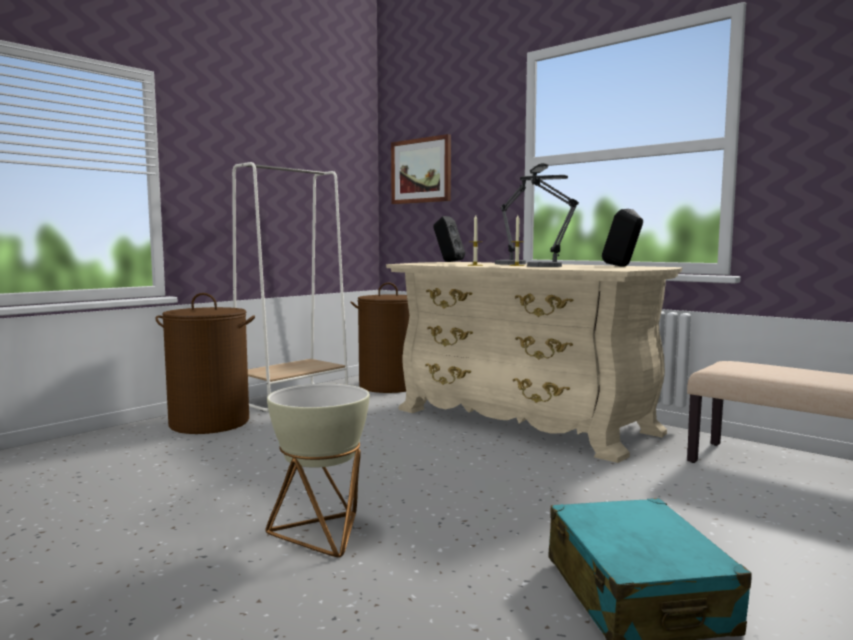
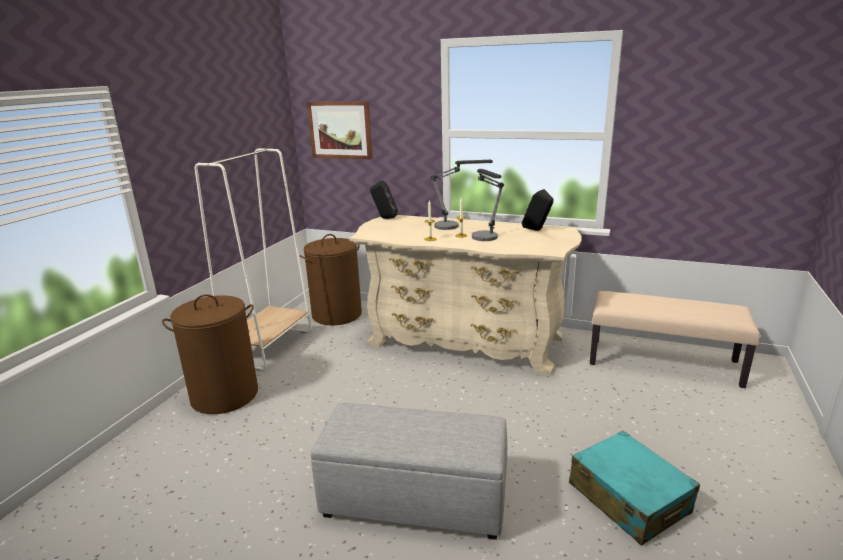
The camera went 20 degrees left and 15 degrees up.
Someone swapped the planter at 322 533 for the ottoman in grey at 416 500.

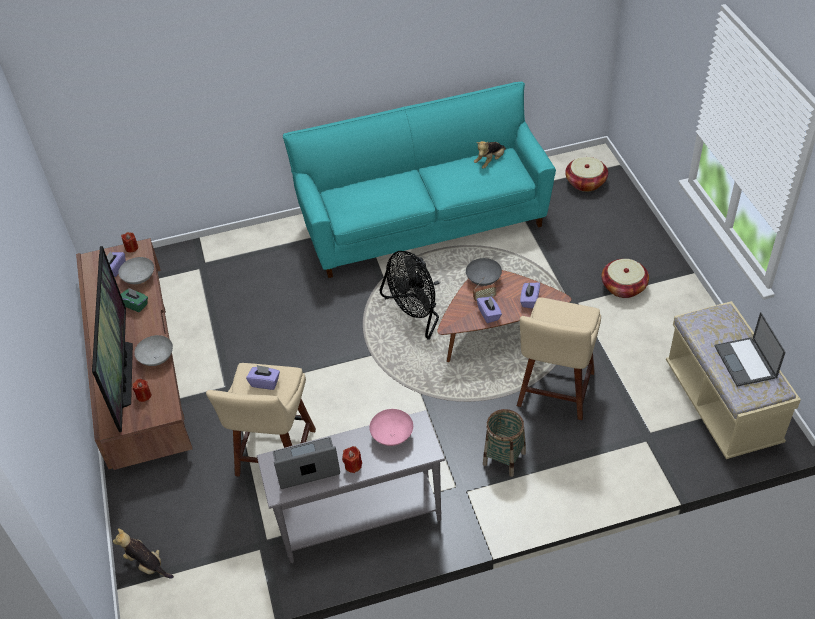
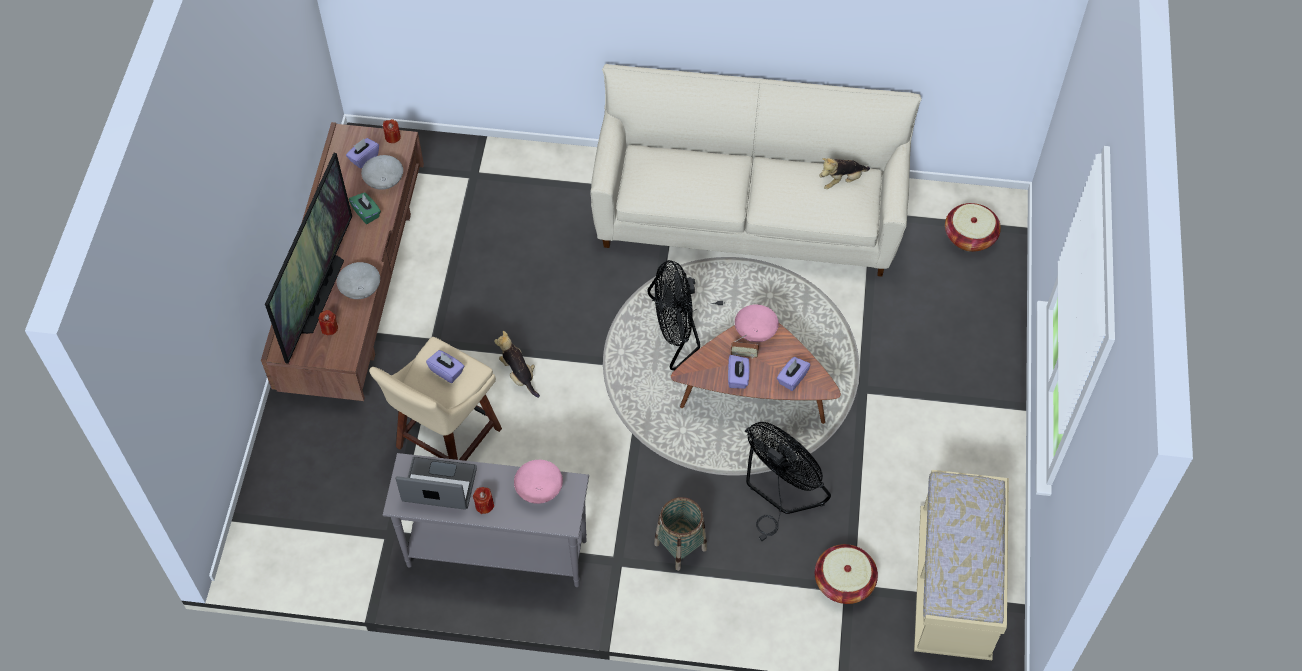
The camera went 20 degrees right and 10 degrees up.
Someone took away the laptop at 746 362.
Someone carried the plush toy from 147 564 to 518 374.
Someone carried the basket from 623 287 to 844 582.
Someone swapped the stool in beige at 554 392 for the fan in black at 777 492.
Someone repainted the sofa in turquoise at 424 223, which became the sofa in beige at 748 217.
Someone repainted the bowl in grey at 484 280, which became the bowl in pink at 755 332.

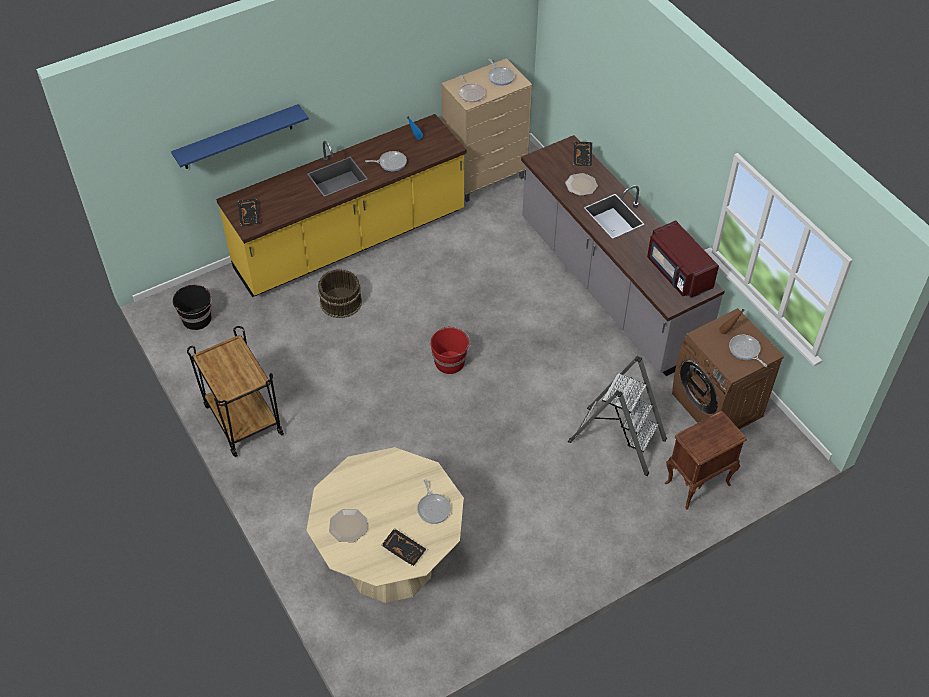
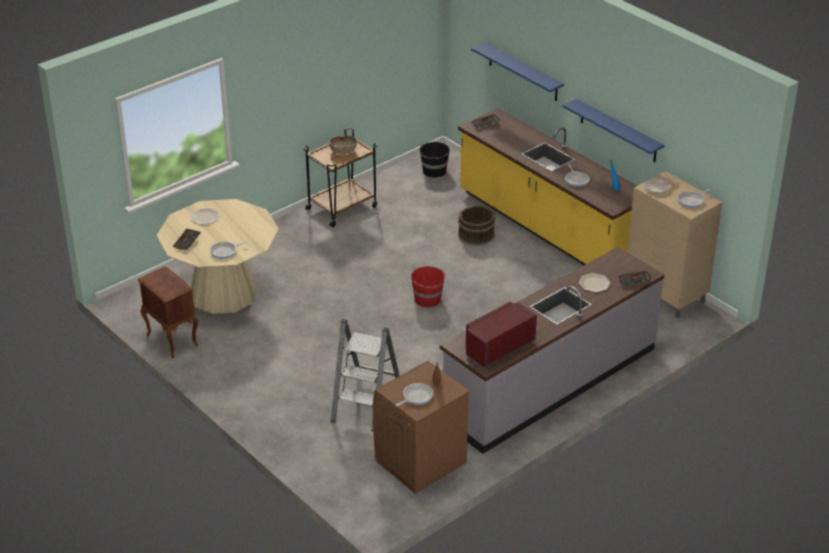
The camera went 80 degrees right and 15 degrees down.
Someone put down the bowl in brown at 343 152.
Someone put up the shelf in blue at 618 131.
Someone carried the nightstand in brown from 697 484 to 172 340.

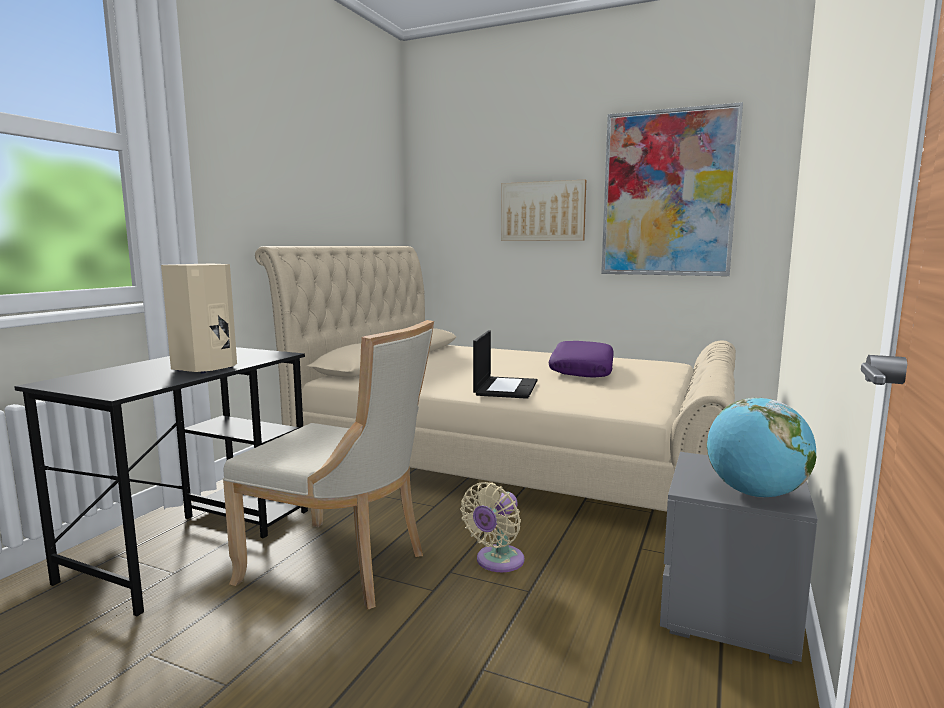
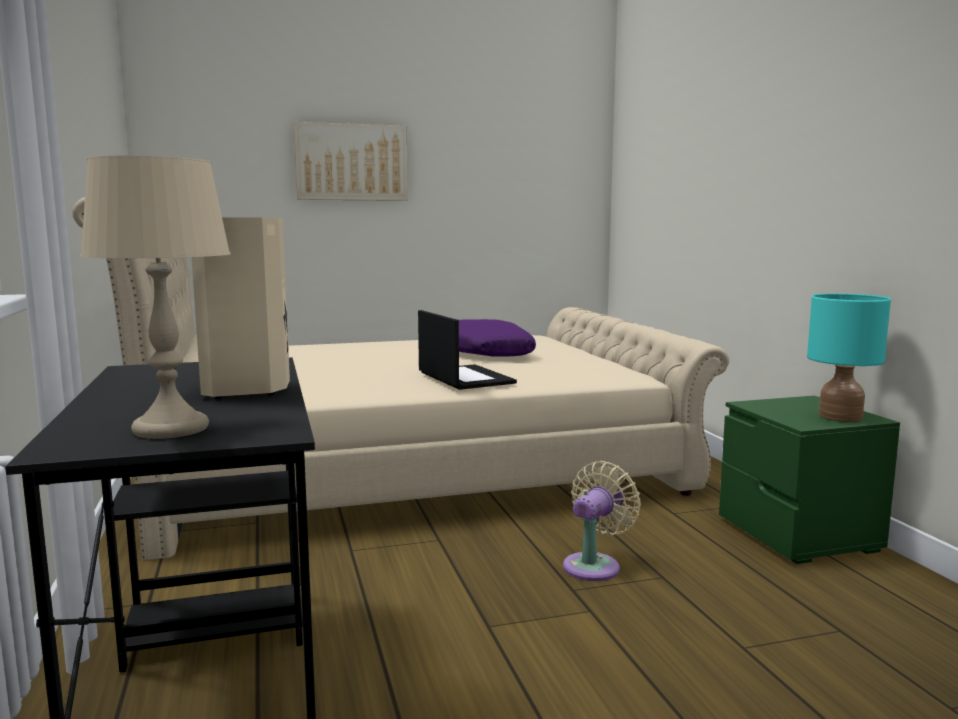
The camera went 40 degrees left and 0 degrees up.
Someone took away the chair in beige at 342 566.
Someone took away the picture at 667 194.
Someone put down the table lamp in beige at 169 429.
Someone swapped the globe at 755 494 for the table lamp in turquoise at 840 417.
Someone repainted the nightstand in grey at 731 611, which became the nightstand in green at 800 534.
Someone rotated the fan in beige at 497 562 by 135 degrees counterclockwise.

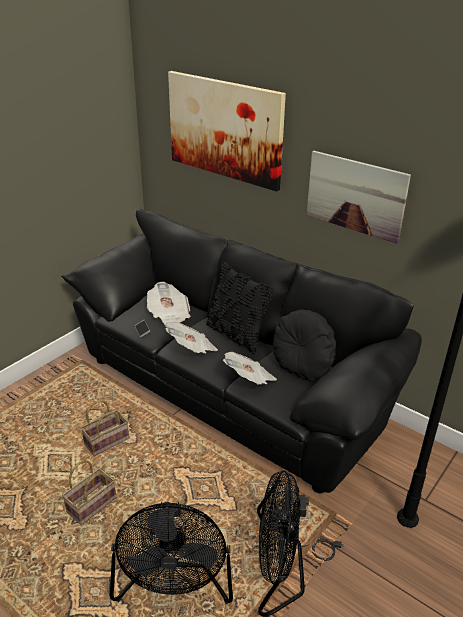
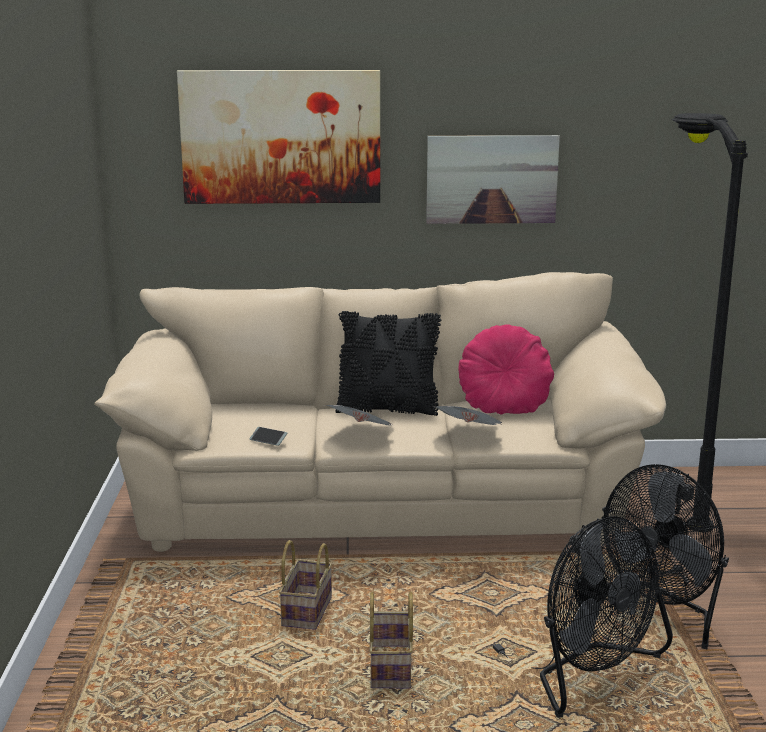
The camera went 40 degrees left and 15 degrees down.
Someone took away the newspaper at 169 315.
Someone repainted the sofa in black at 229 394, which became the sofa in beige at 383 513.
Someone repainted the pillow in black at 301 369, which became the pillow in pink at 504 410.

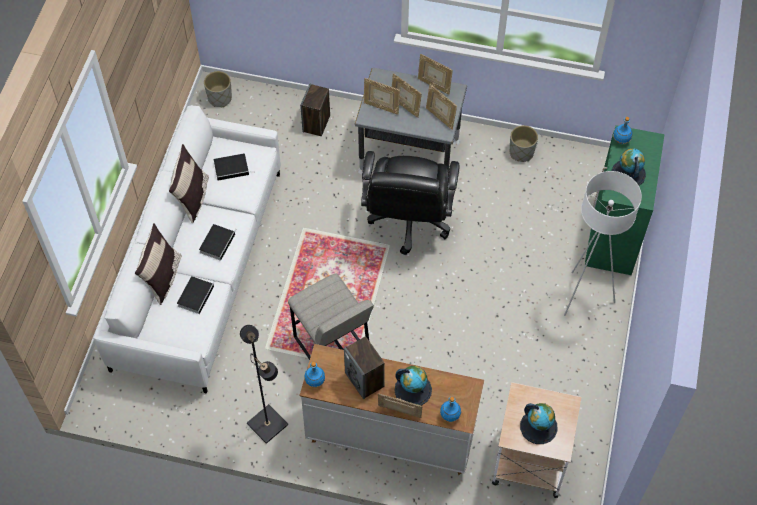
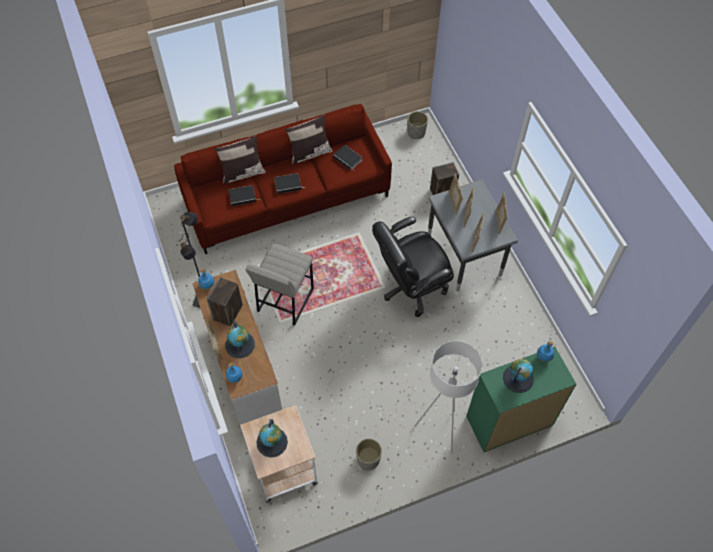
The camera went 55 degrees right and 0 degrees up.
Someone carried the planter in grey from 521 152 to 368 459.
Someone repainted the sofa in white at 199 268, which became the sofa in red at 287 198.

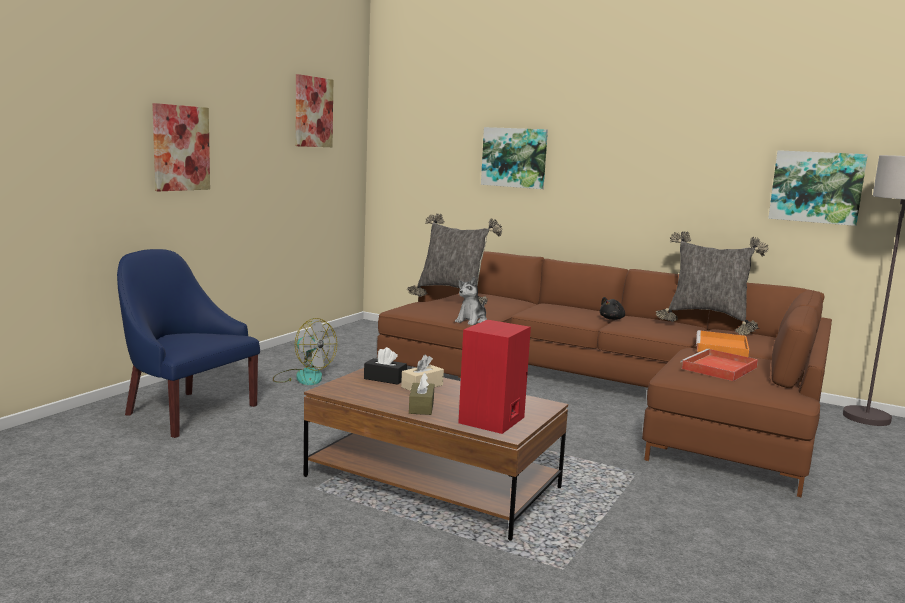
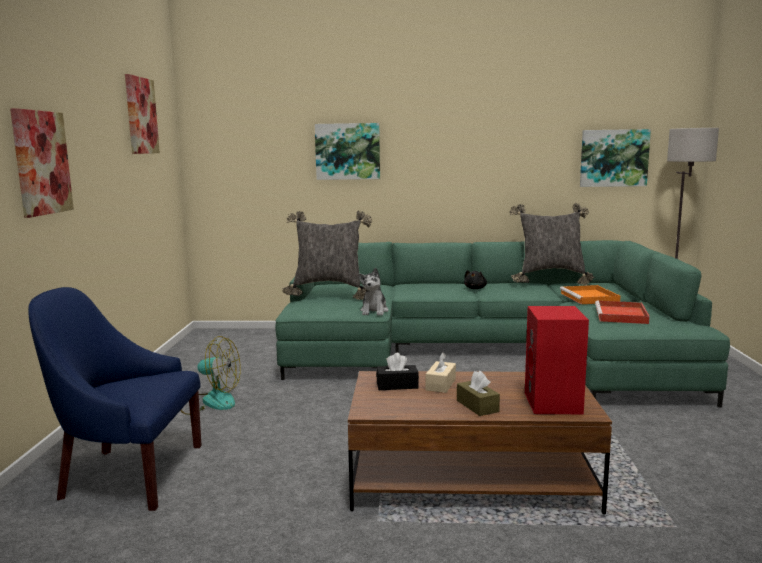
The camera went 25 degrees left and 0 degrees up.
Someone repainted the sofa in brown at 607 392, which became the sofa in green at 487 353.

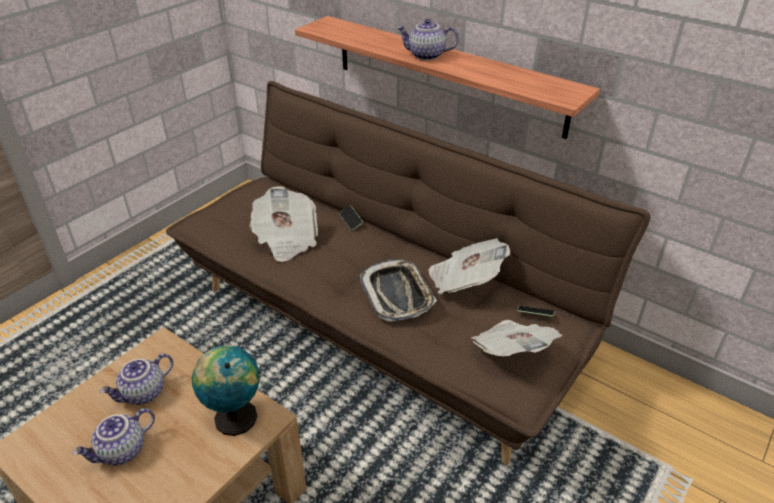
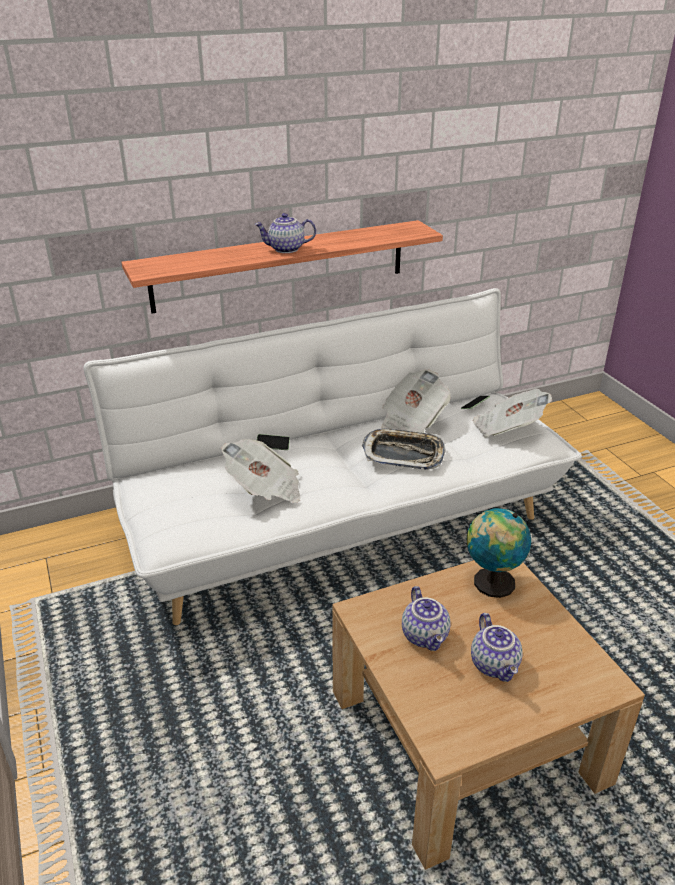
The camera went 60 degrees left and 5 degrees down.
Someone repainted the sofa in brown at 387 322, which became the sofa in white at 337 520.
Someone rotated the teapot at 426 56 by 45 degrees clockwise.

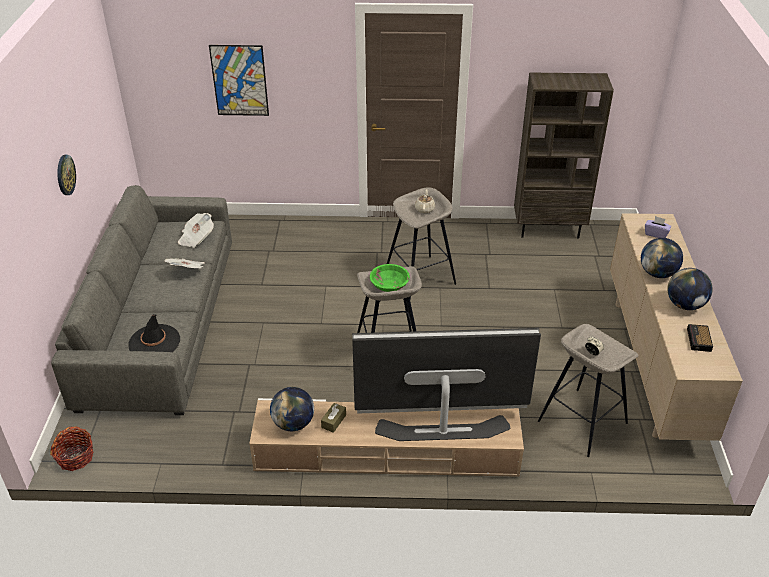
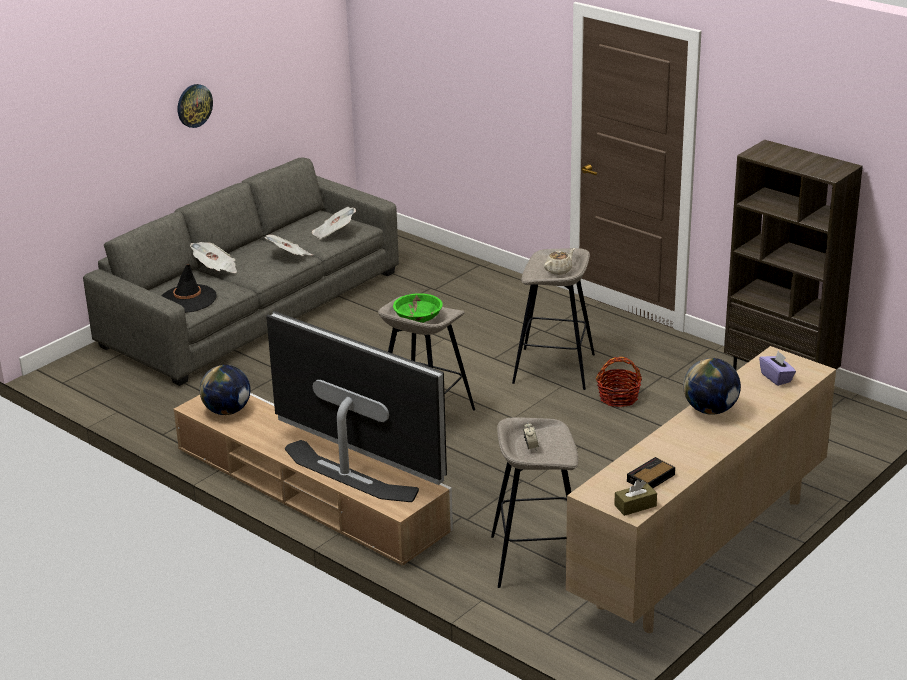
The camera went 40 degrees right and 10 degrees down.
Someone took away the picture at 239 80.
Someone took away the globe at 685 305.
Someone put down the newspaper at 216 269.
Someone carried the basket from 75 457 to 618 398.
Someone carried the tissue box in brown from 333 421 to 635 506.

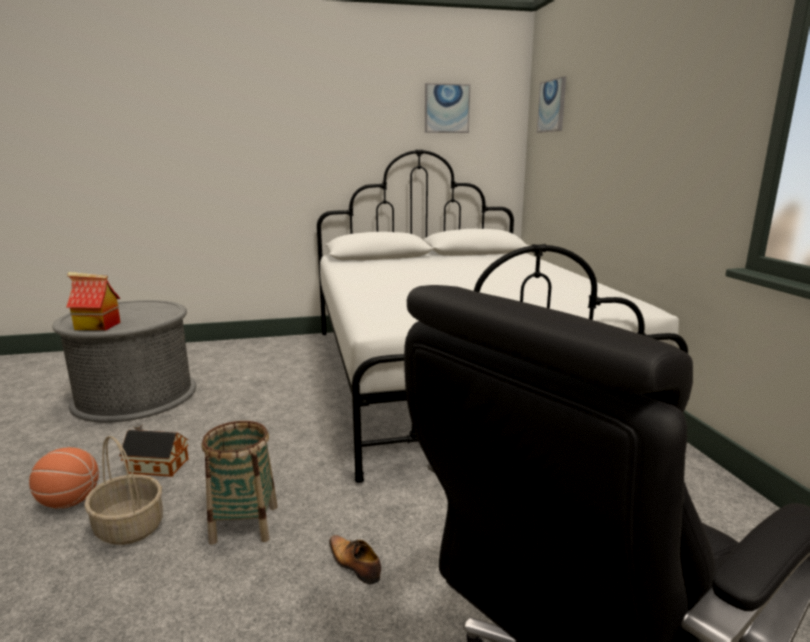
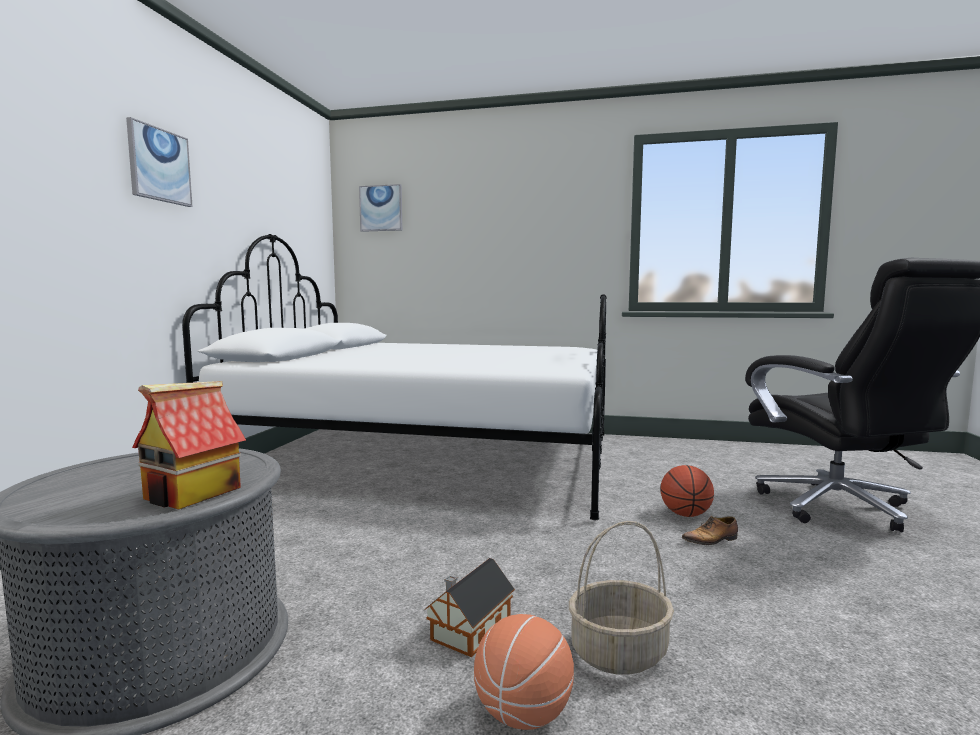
The camera went 65 degrees left and 10 degrees down.
Someone took away the basket at 244 524.
Someone put down the basketball at 685 514.
Someone carried the picture from 446 108 to 159 165.

